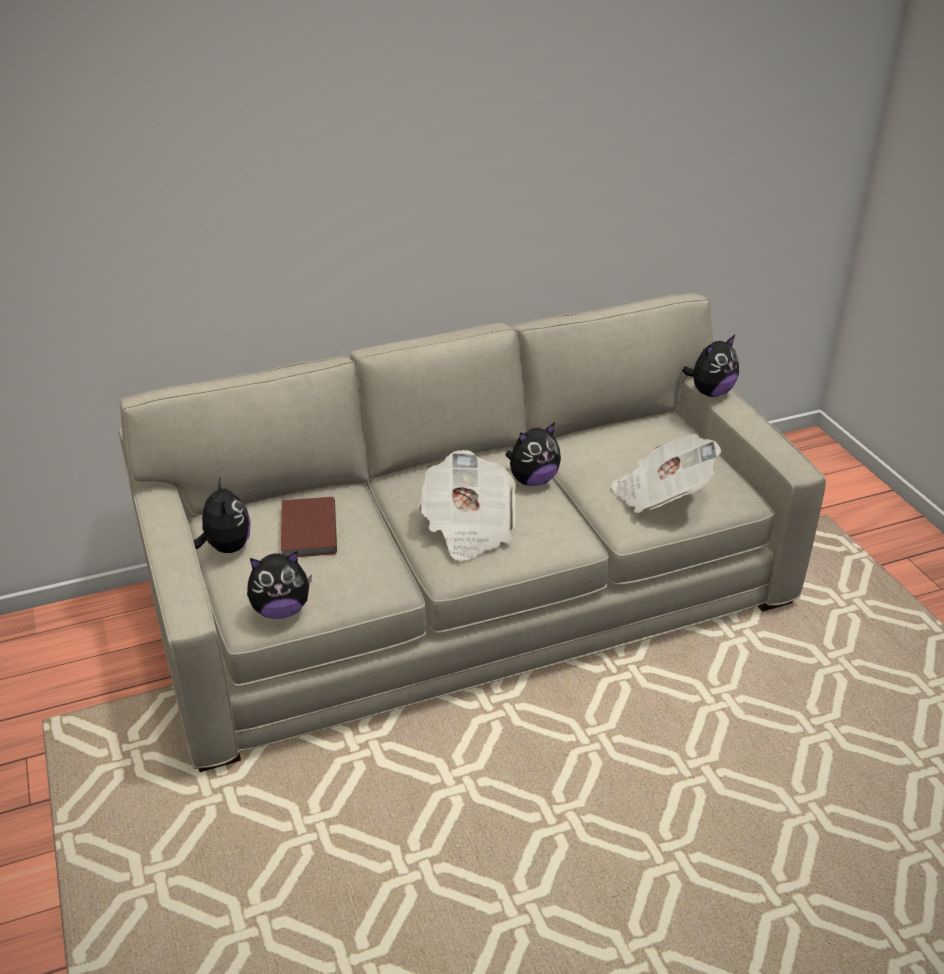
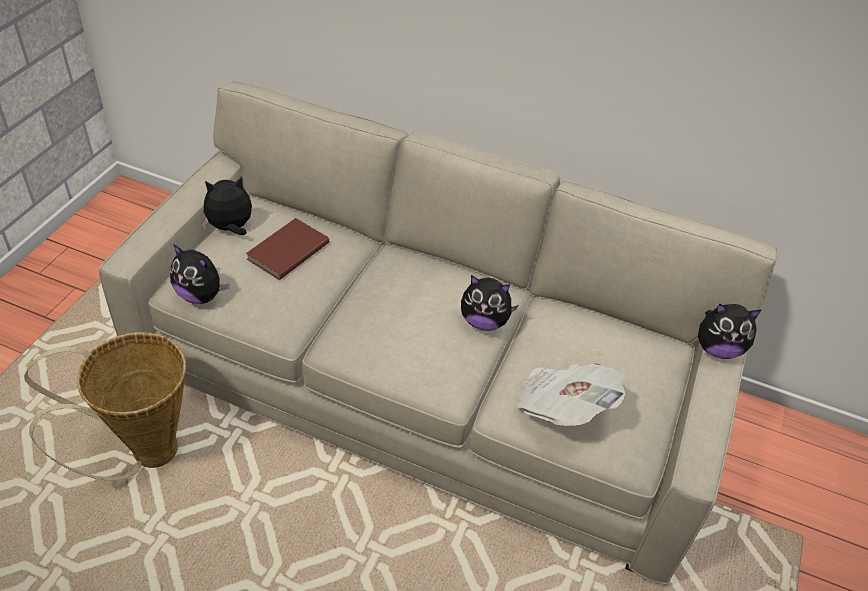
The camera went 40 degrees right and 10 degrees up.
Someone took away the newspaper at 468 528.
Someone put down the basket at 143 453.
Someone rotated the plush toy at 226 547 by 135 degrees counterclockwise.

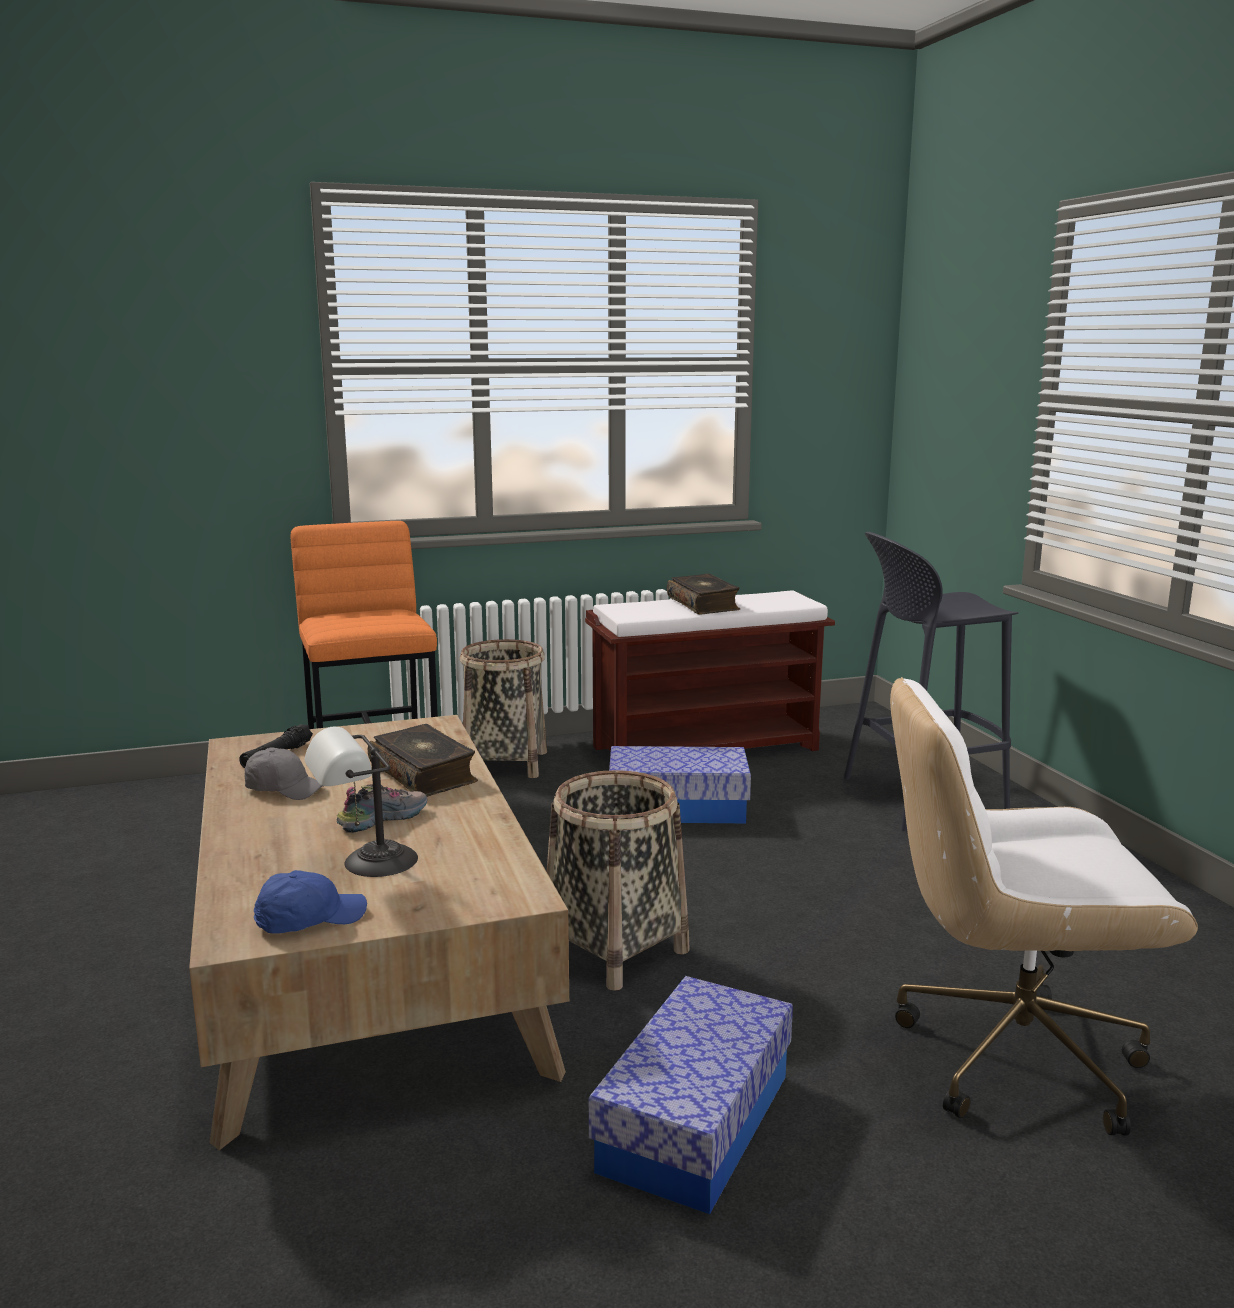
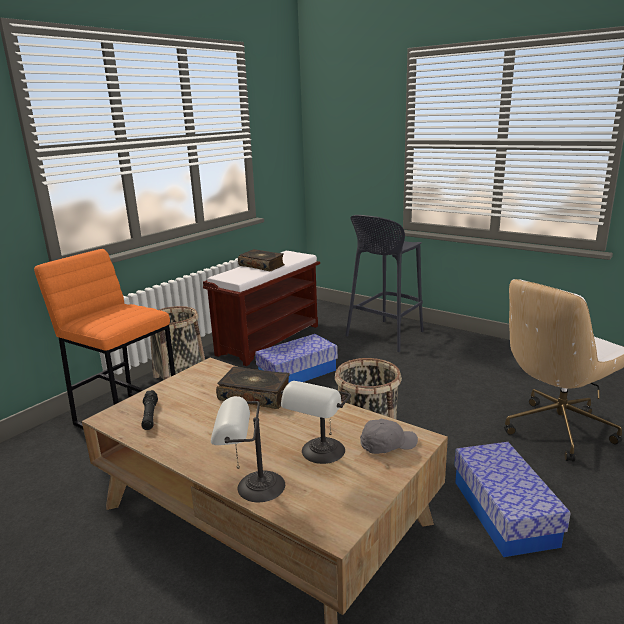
The camera went 35 degrees left and 5 degrees up.
Someone took away the cap in blue at 309 919.
Someone took away the shoe at 383 819.
Someone put down the table lamp at 250 487.
Someone carried the cap in grey from 284 789 to 387 445.

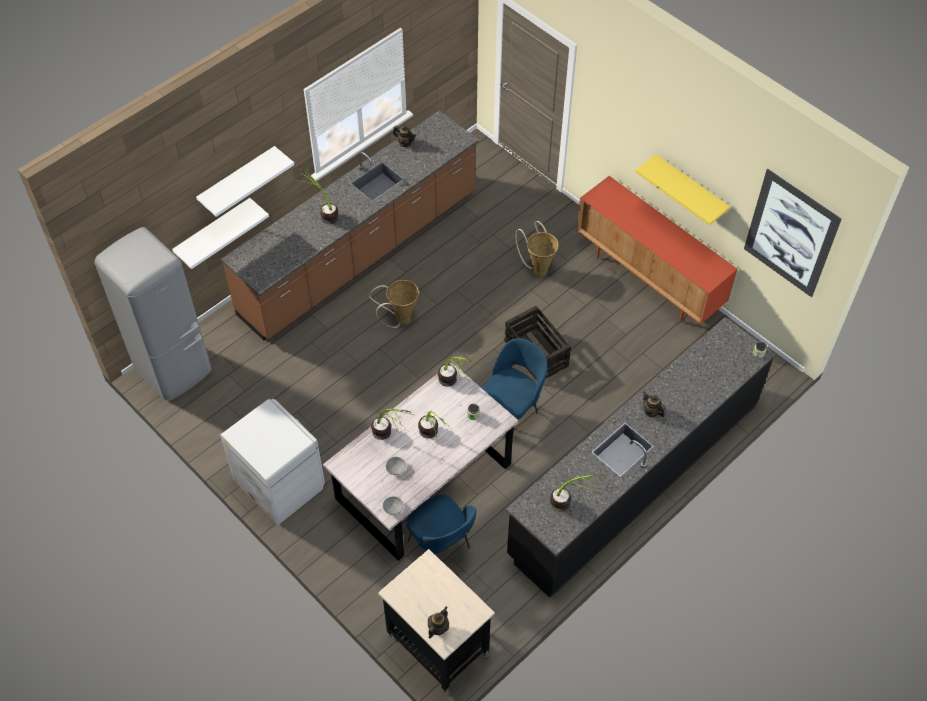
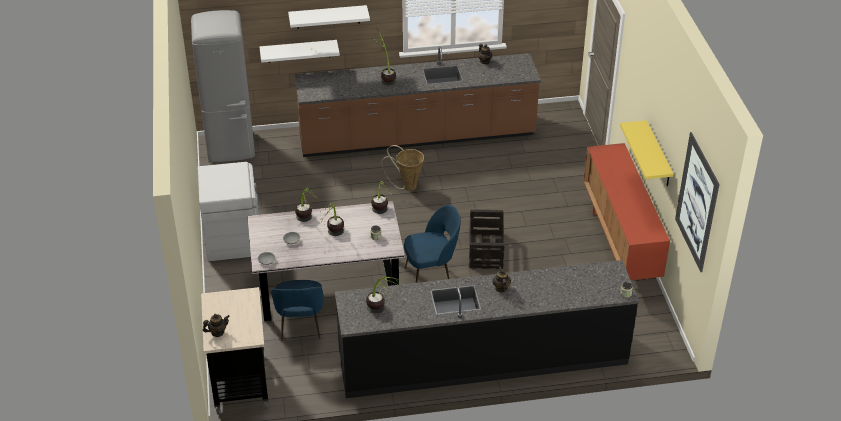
The camera went 35 degrees right and 15 degrees down.
Someone took away the basket at 538 268.

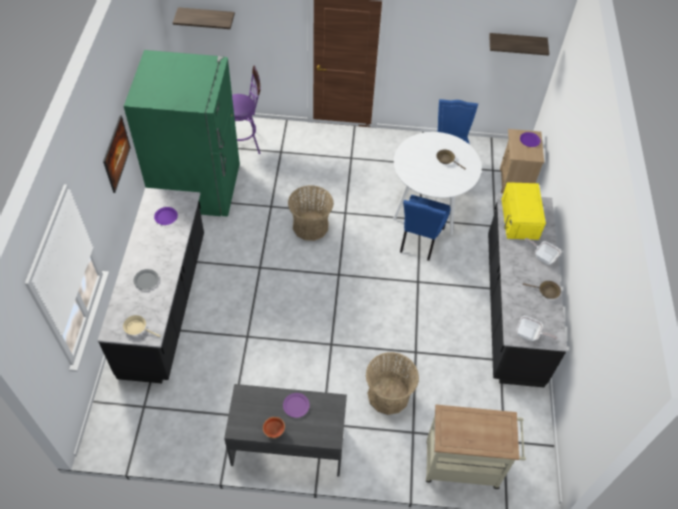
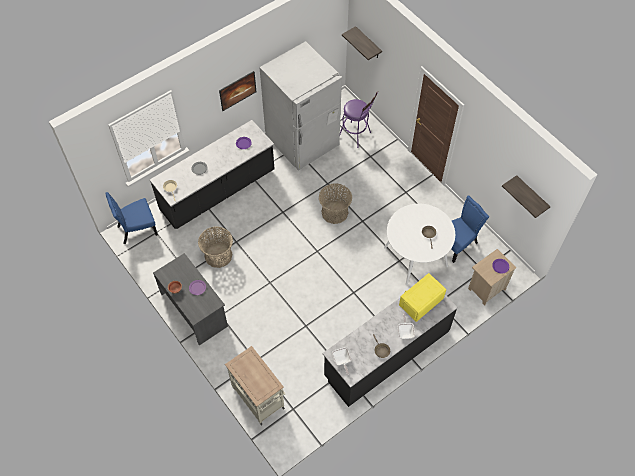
The camera went 50 degrees right and 5 degrees up.
Someone carried the basket from 388 395 to 218 255.
Someone carried the chair in blue from 420 238 to 138 229.
Someone repainted the fridge in green at 197 187, which became the fridge in white at 302 140.

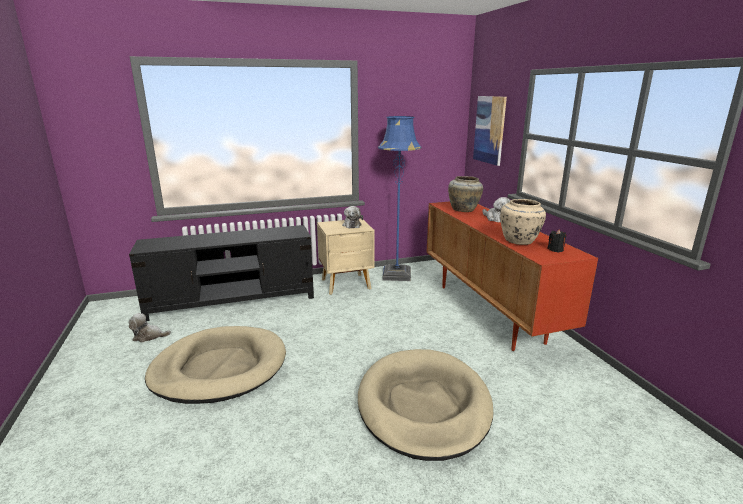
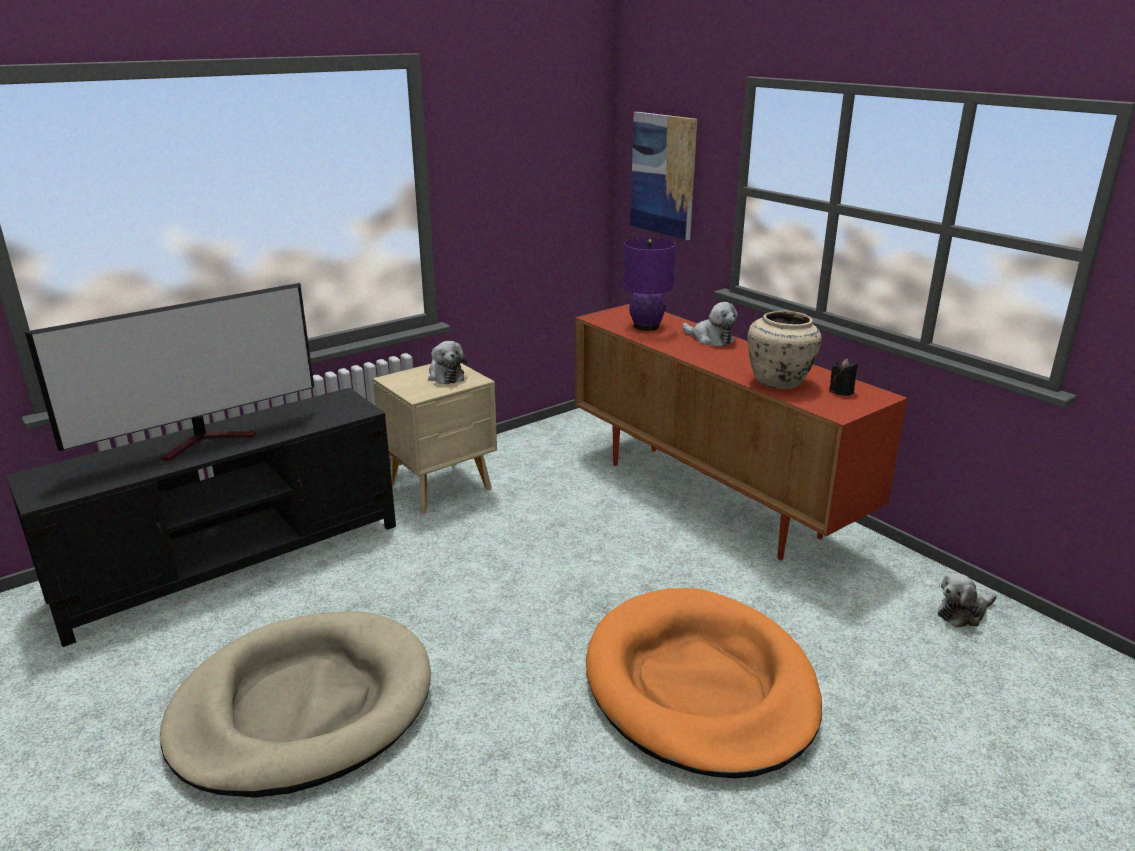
The camera went 20 degrees left and 5 degrees up.
Someone took away the floor lamp in blue at 397 275.
Someone put down the television at 208 440.
Someone carried the plush toy from 148 336 to 963 613.
Someone swapped the vase in beige at 464 210 for the table lamp in purple at 646 326.
Someone repainted the dog bed in beige at 424 406, which became the dog bed in orange at 700 686.

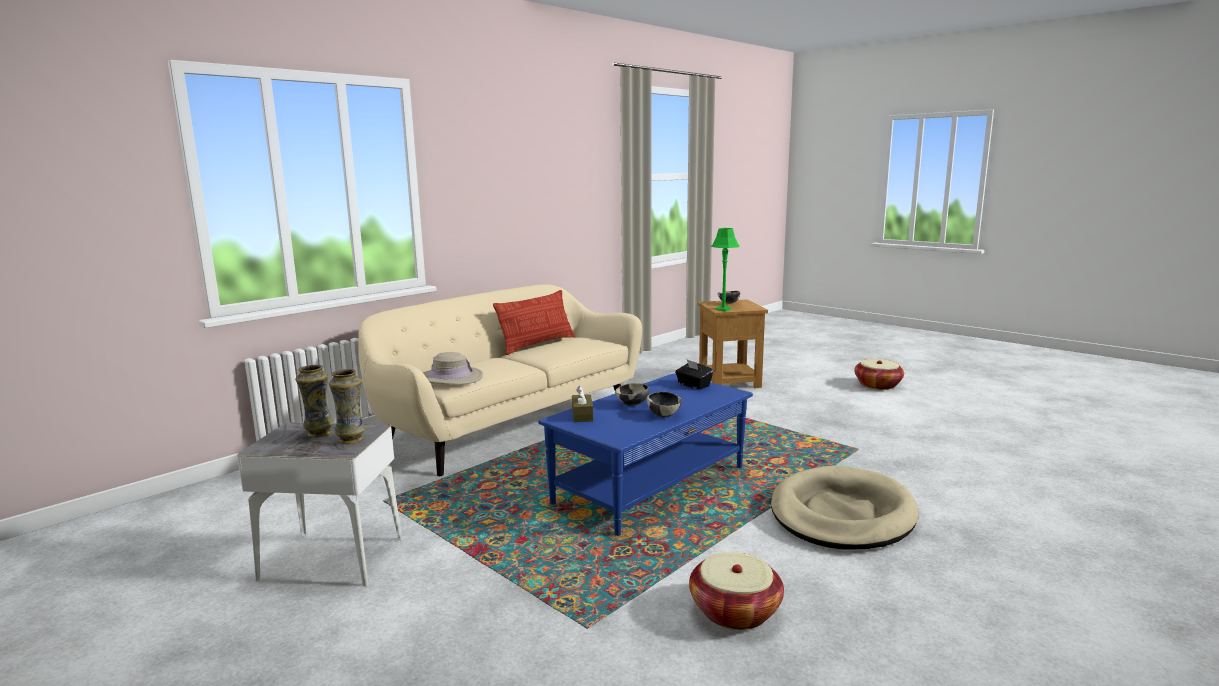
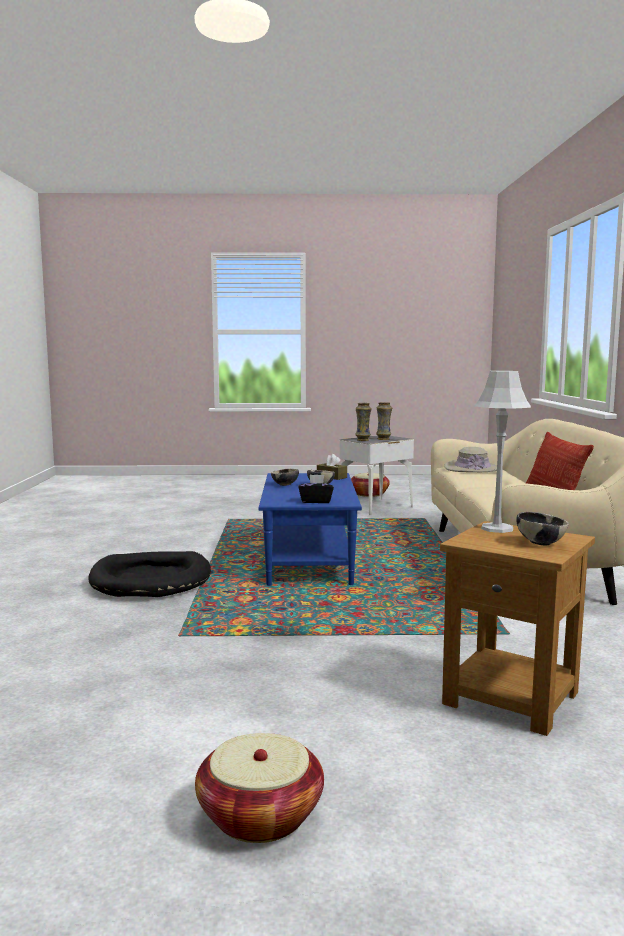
The camera went 135 degrees right and 5 degrees down.
Someone carried the basket from 734 611 to 369 494.
Someone repainted the table lamp in green at 723 309, which became the table lamp in grey at 496 528.
Someone repainted the dog bed in beige at 841 514, which became the dog bed in black at 151 580.

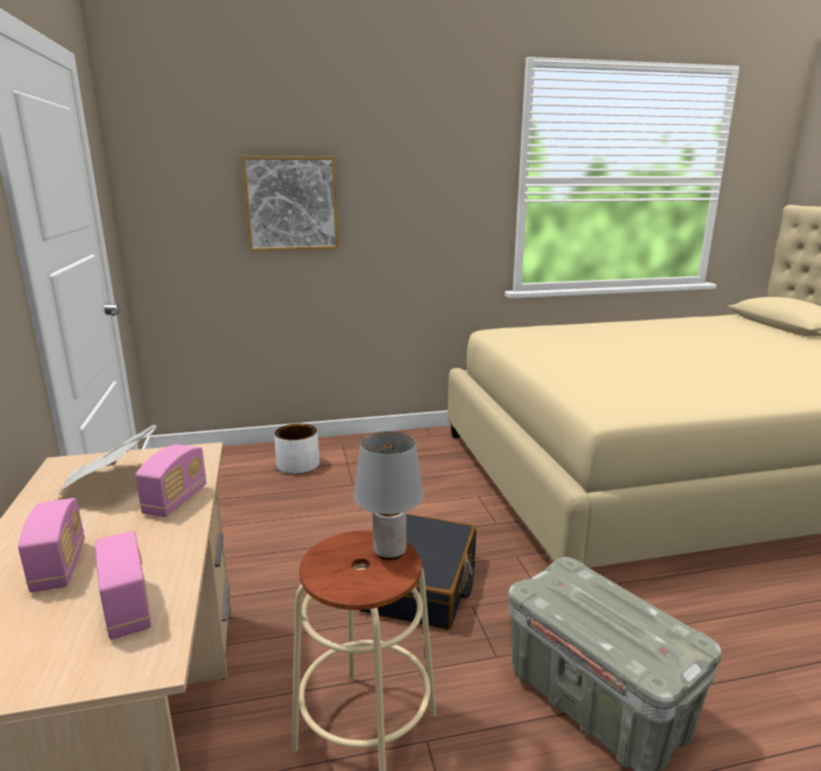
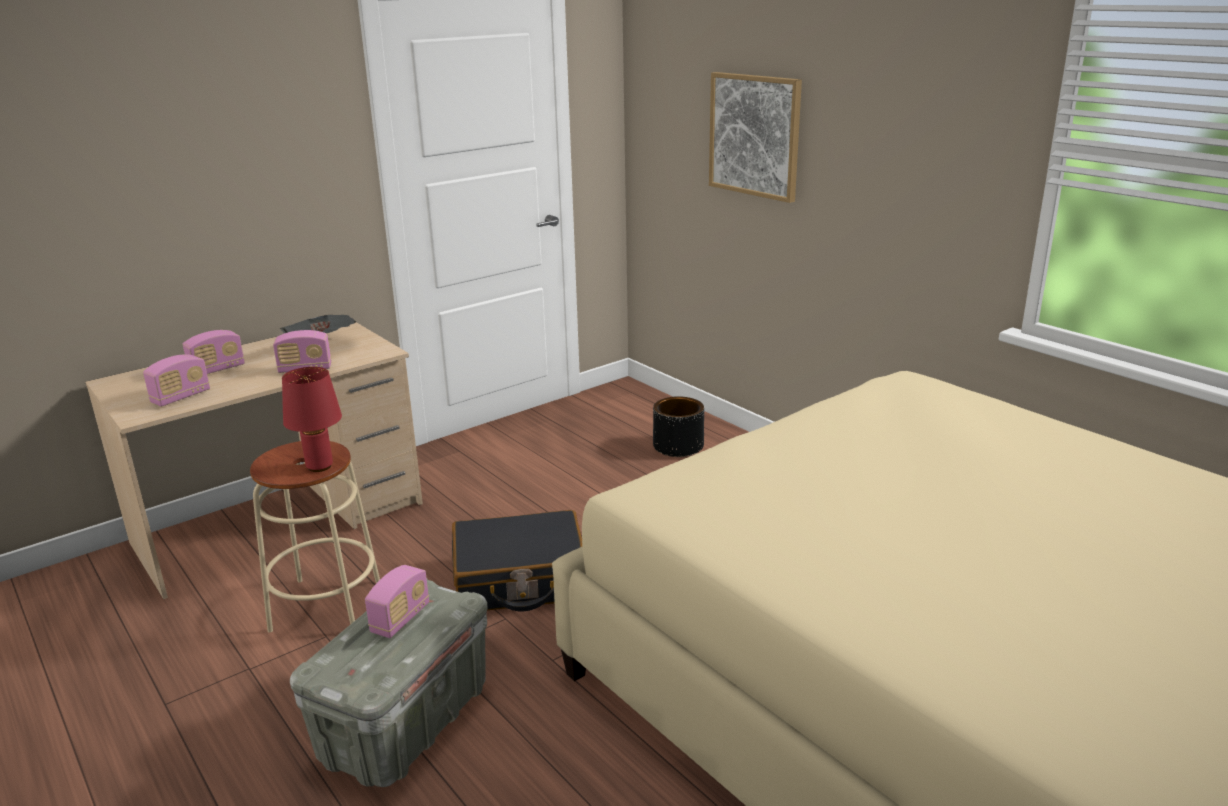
The camera went 65 degrees right and 5 degrees up.
Someone put down the radio at 400 619.
Someone repainted the planter in white at 298 465, which became the planter in black at 678 447.
Someone repainted the table lamp in grey at 389 552, which became the table lamp in red at 319 466.

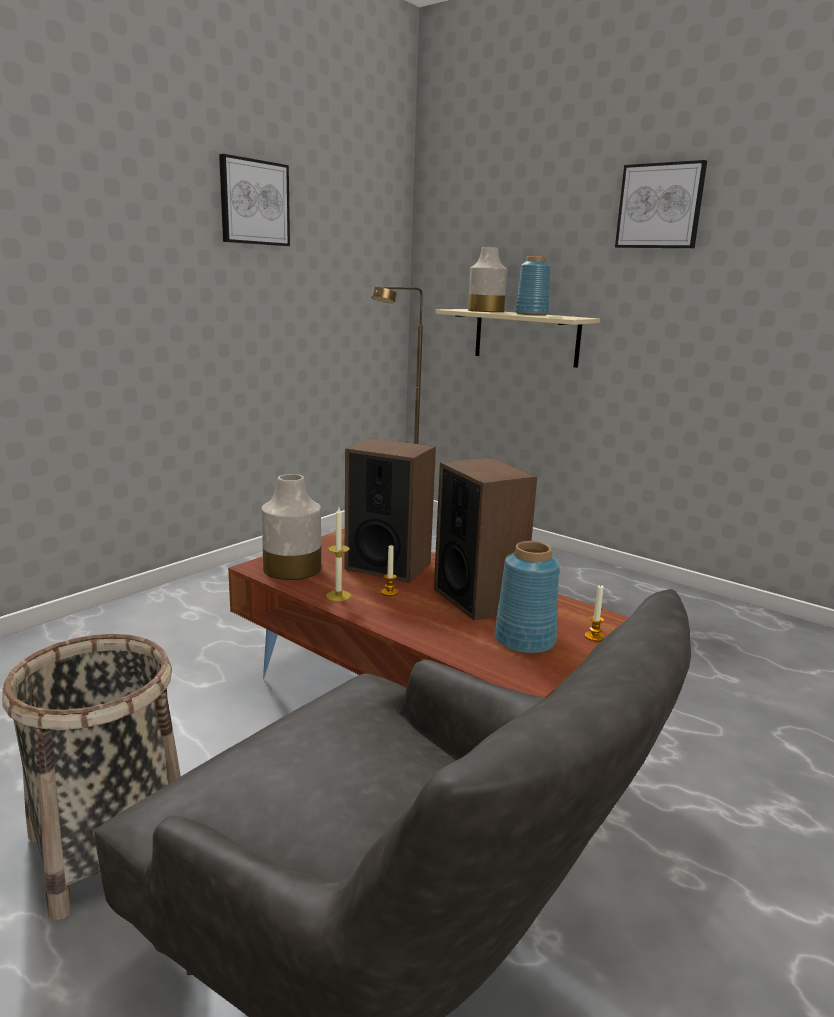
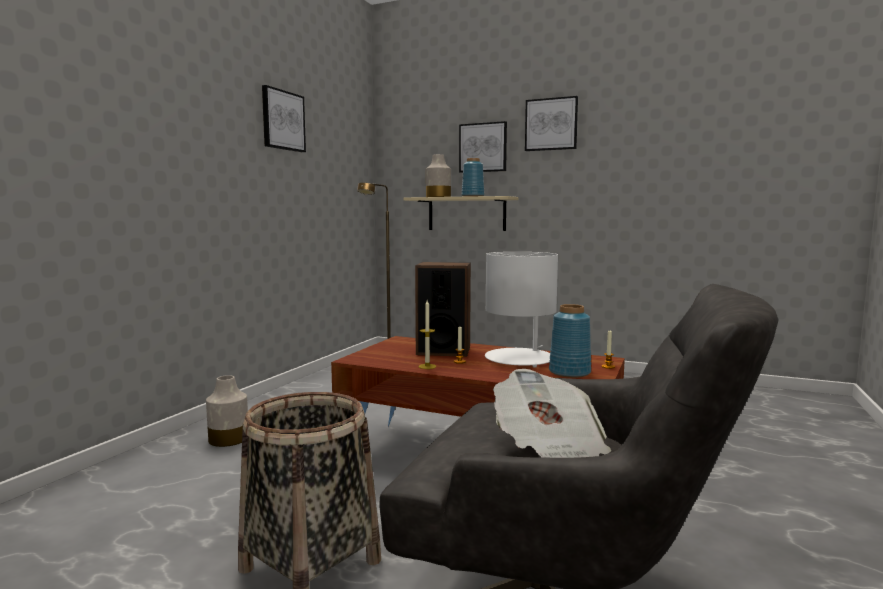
The camera went 15 degrees left and 10 degrees down.
Someone put up the picture at 483 147.
Someone put down the newspaper at 549 449.
Someone carried the vase in beige from 292 568 to 228 438.
Someone swapped the speaker at 478 598 for the table lamp in white at 520 358.

